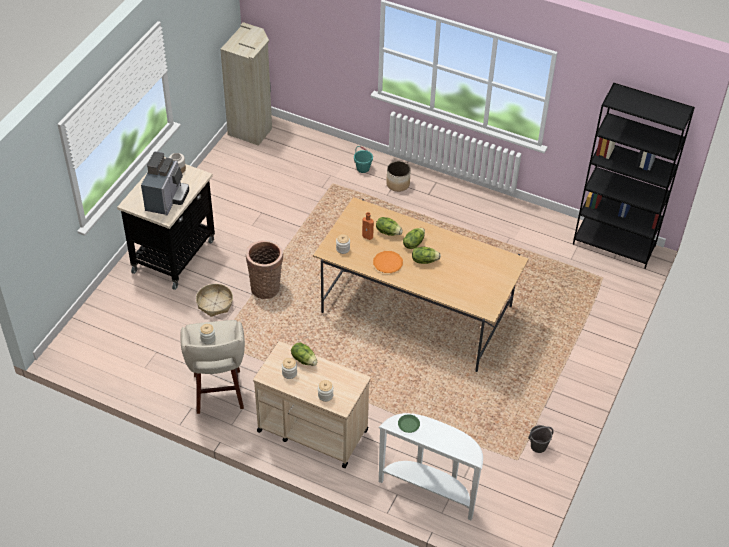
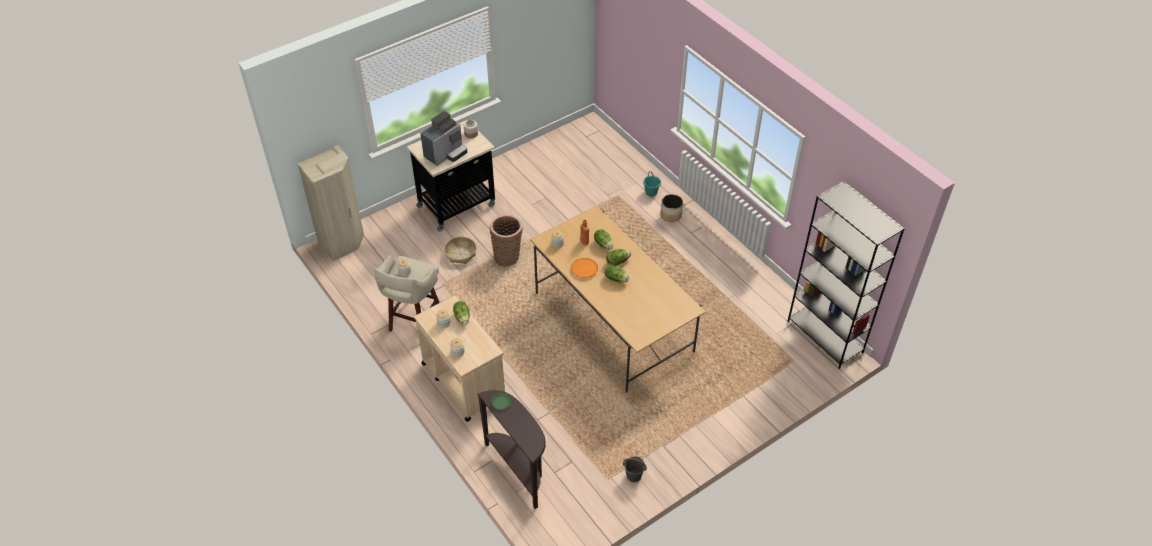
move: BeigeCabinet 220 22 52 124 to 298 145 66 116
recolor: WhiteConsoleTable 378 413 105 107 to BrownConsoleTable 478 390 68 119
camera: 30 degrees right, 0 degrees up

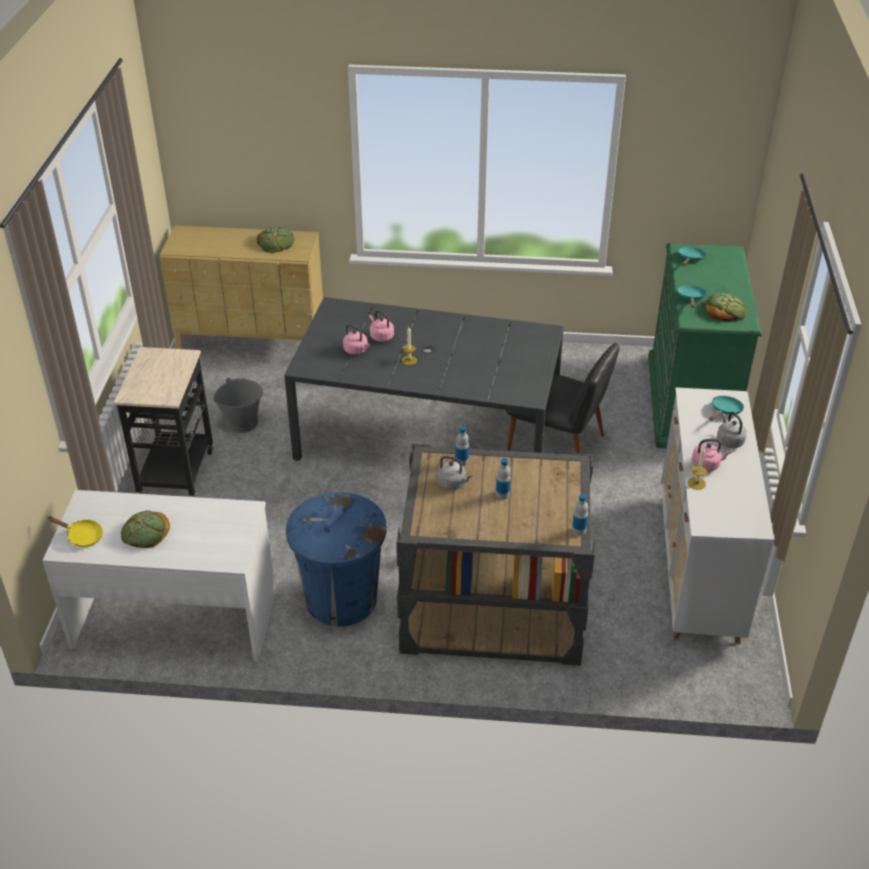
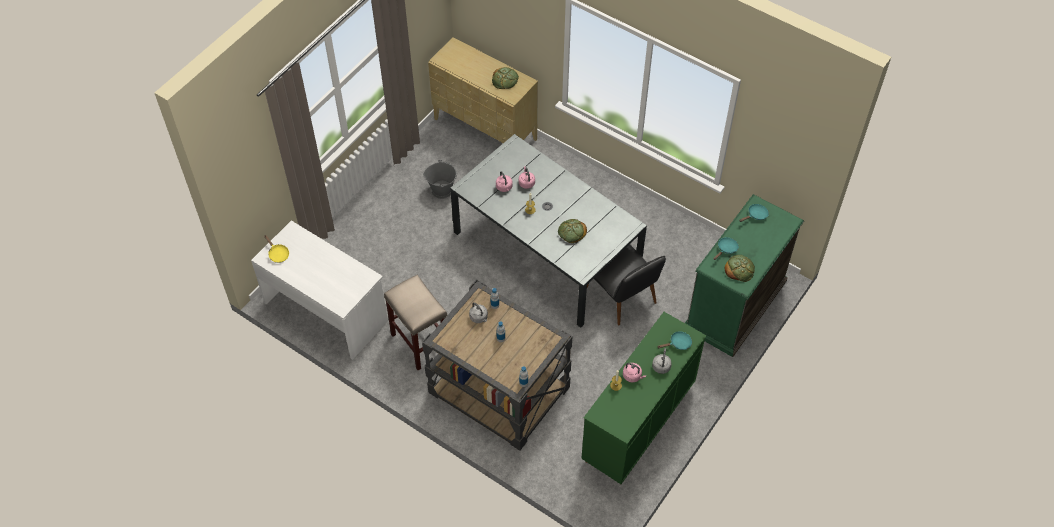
delete: Cart 114 347 99 150
move: Bread 121 511 49 37 to 558 219 29 24
replace: BlueTrashCan 286 492 101 135 to BeigeStool 384 275 63 95
recolor: WhiteCabinet 661 387 113 257 to GreenCabinet 581 312 125 173
camera: 30 degrees right, 15 degrees up

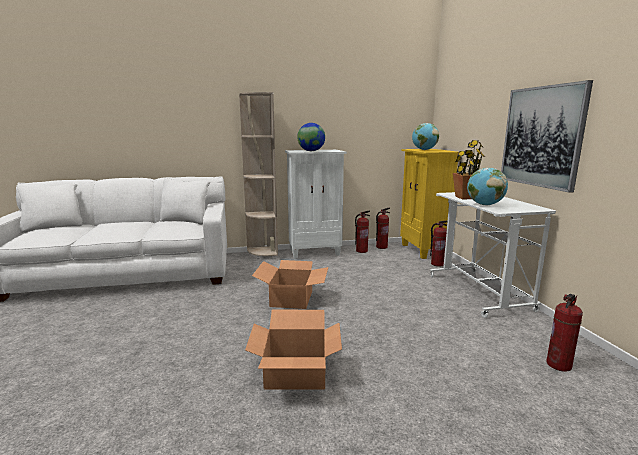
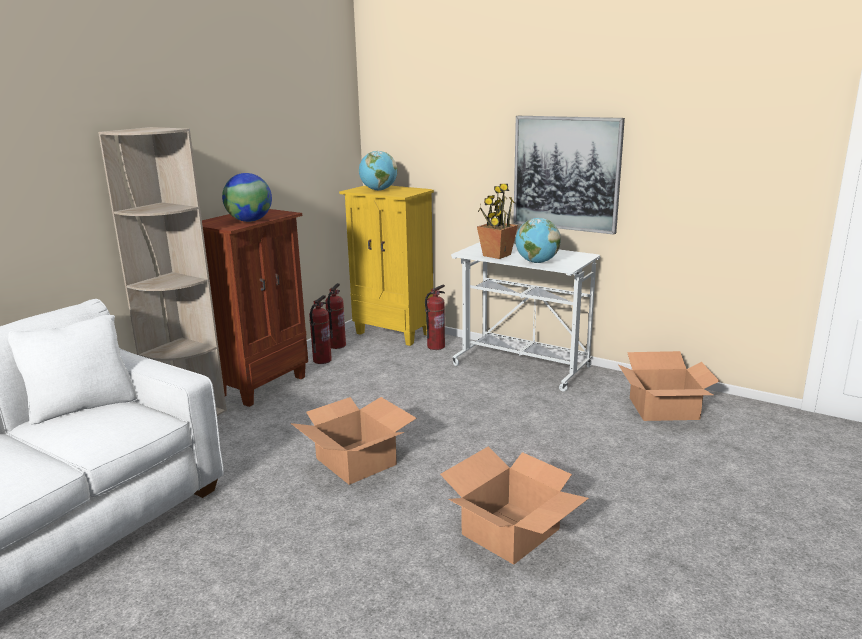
replace: FireExtinguisher 546 294 37 78 to CardboardBox 619 351 101 70
recolor: WhiteCabinet 285 150 62 109 to BrownCabinet 202 209 106 198
camera: 45 degrees left, 5 degrees up

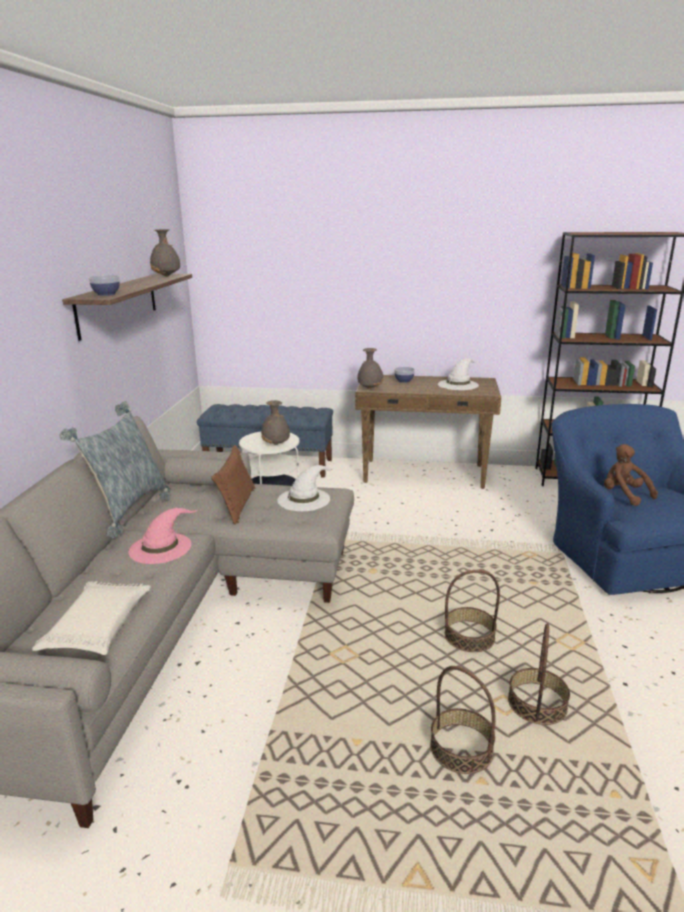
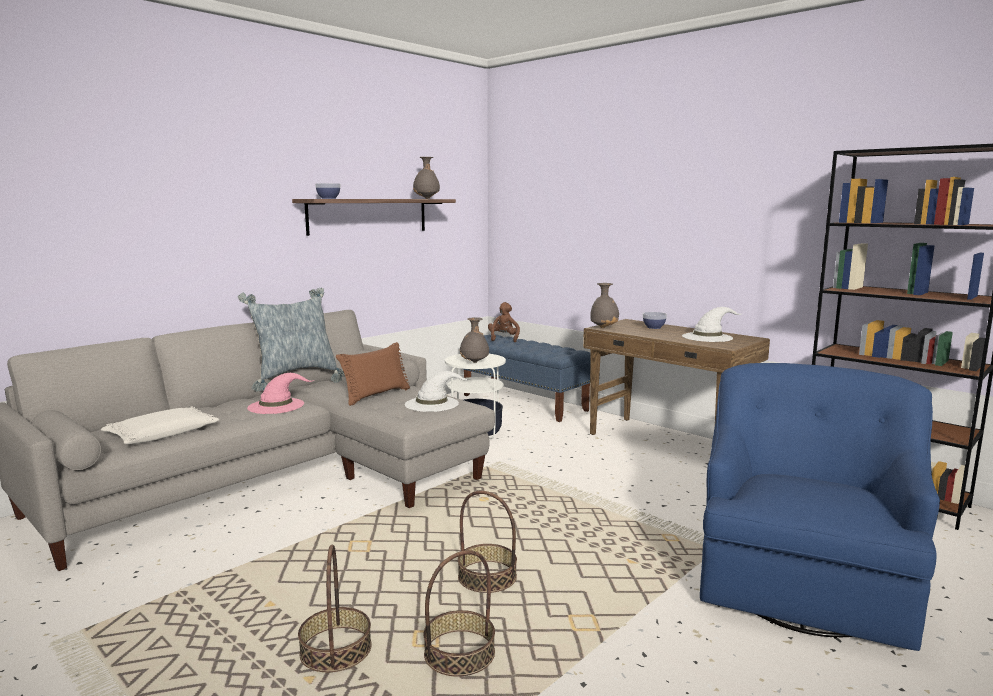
move: BrownPlushToy 604 444 54 62 to 488 302 32 40
camera: 35 degrees right, 10 degrees down

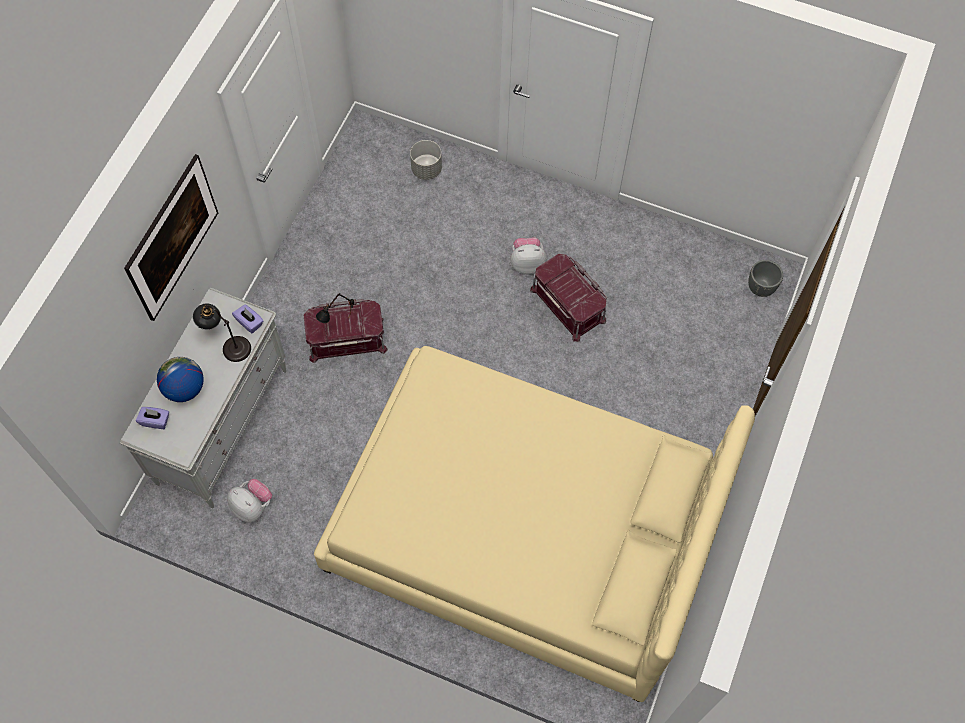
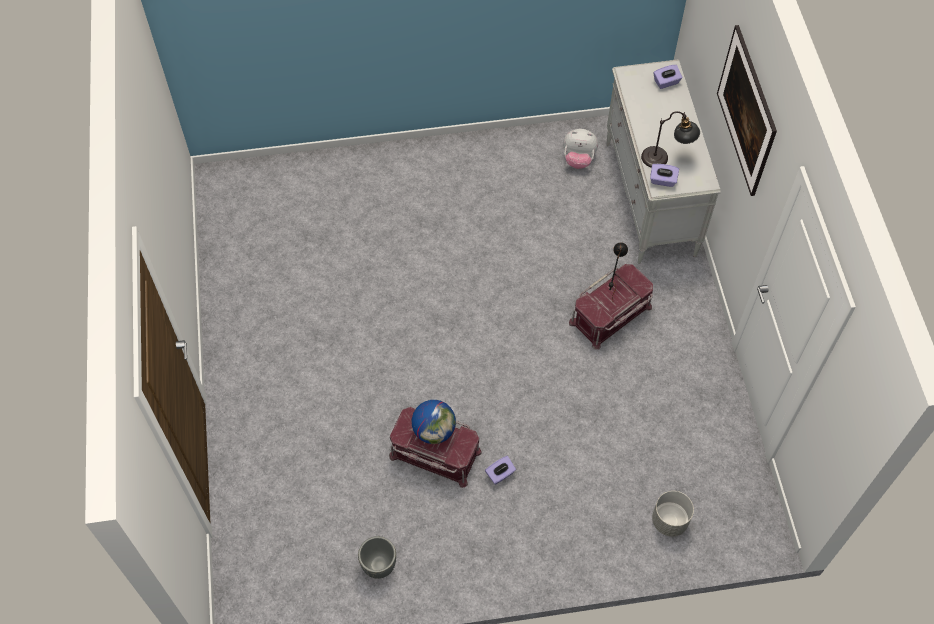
delete: BeigeBed 314 346 441 356
move: Globe 157 357 47 45 to 412 400 44 44; GreyPlanter 748 260 35 37 to 358 536 38 43
replace: PlushToy 510 237 37 38 to PurpleTissueBox 485 456 31 29
camera: 150 degrees right, 5 degrees down

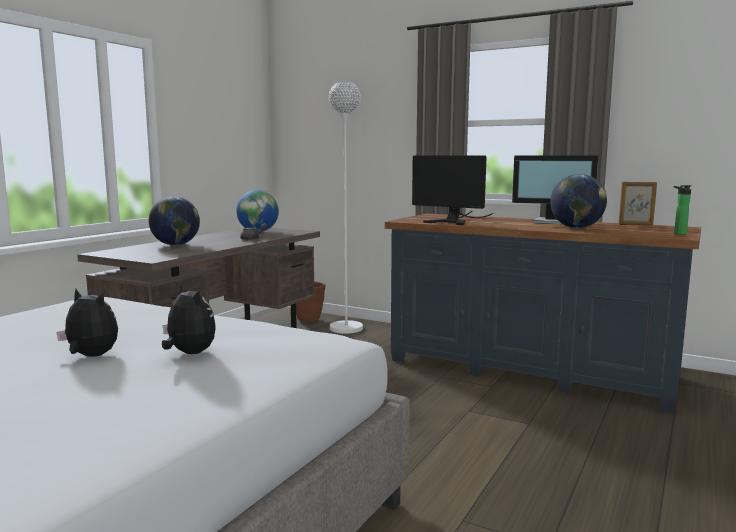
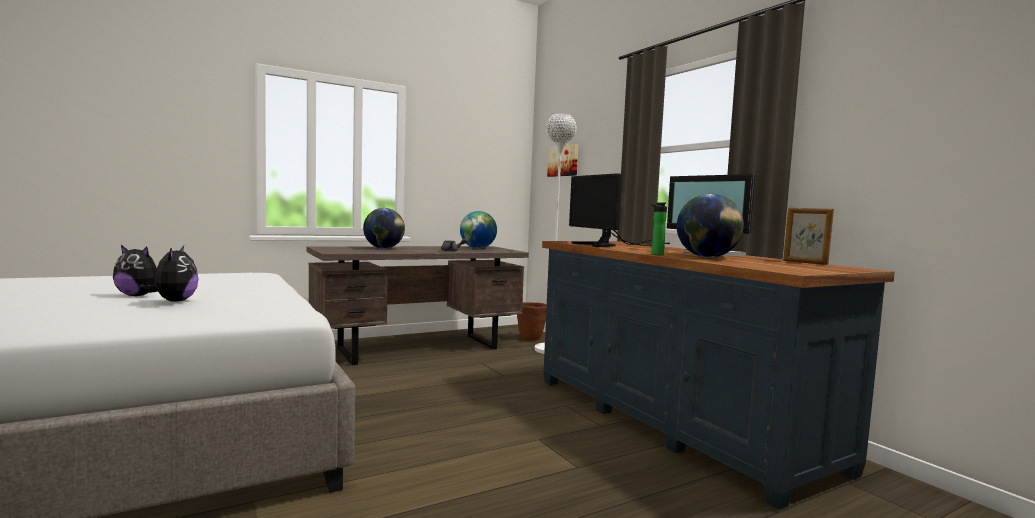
insert: Picture 547 144 31 33
move: Bottle 674 185 18 50 to 650 202 17 53
rotate: PlushToy 56 289 62 68 = 113 245 44 51 135 degrees clockwise
camera: 30 degrees right, 5 degrees down

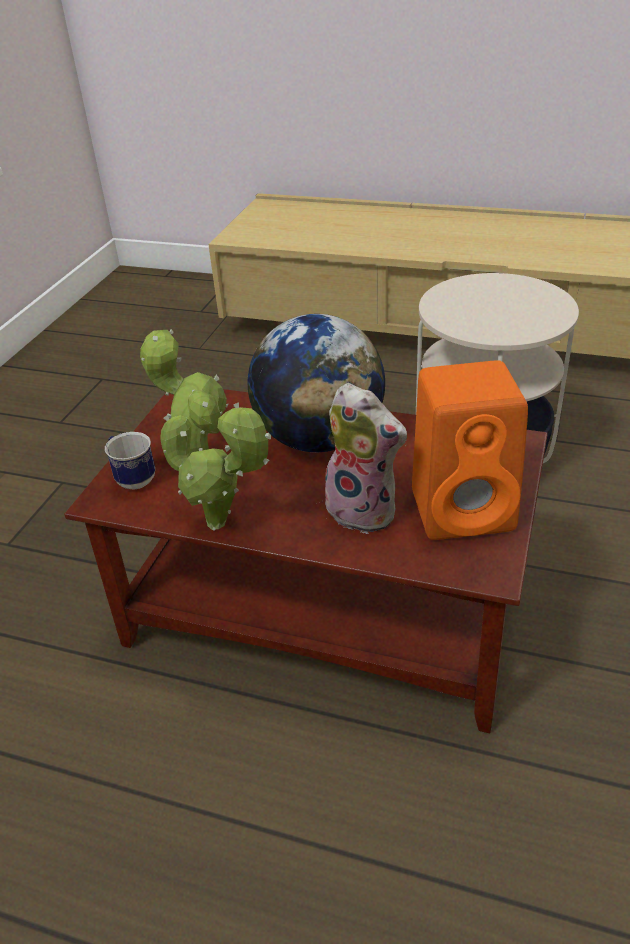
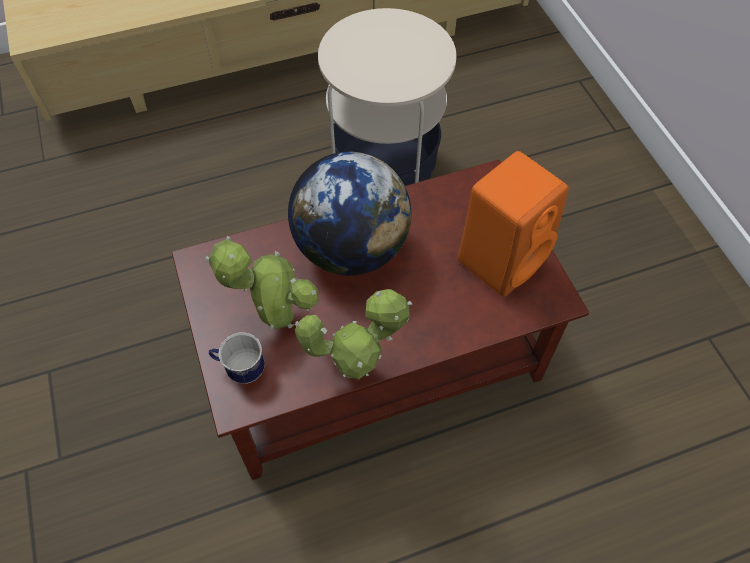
delete: PlushToy 325 383 82 151
camera: 40 degrees left, 20 degrees up

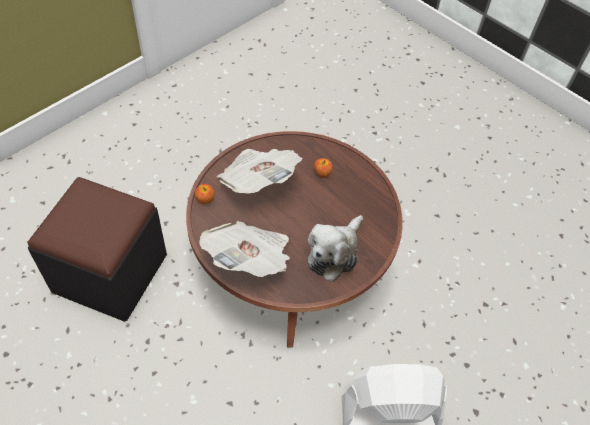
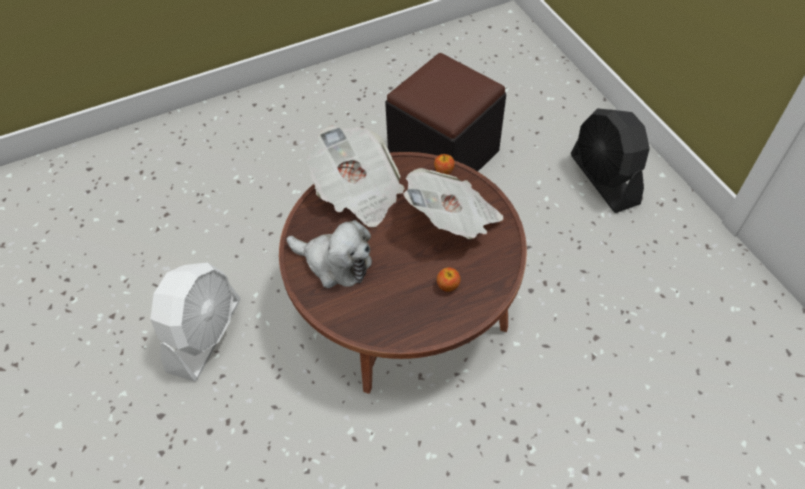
insert: BlackFan 571 108 79 105
rotate: PlushToy 308 215 55 67 = 286 220 86 68 150 degrees clockwise
camera: 115 degrees right, 0 degrees up

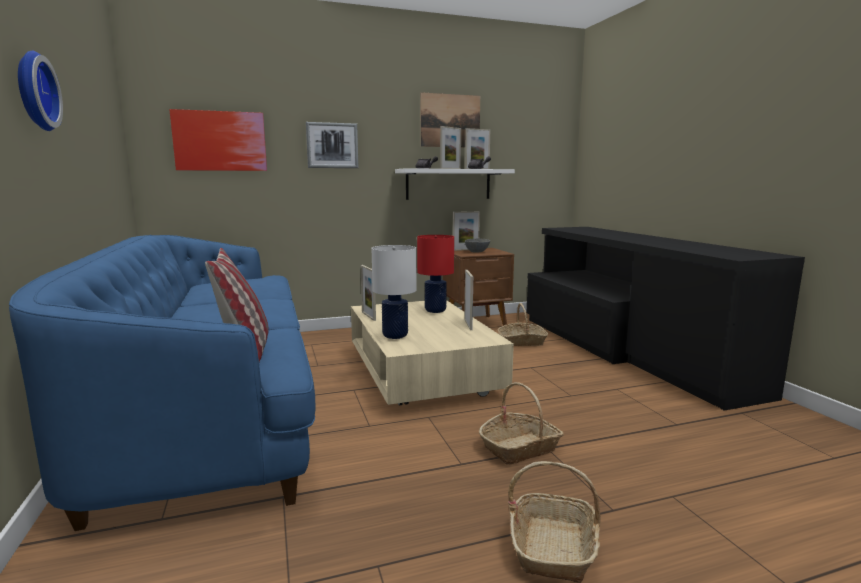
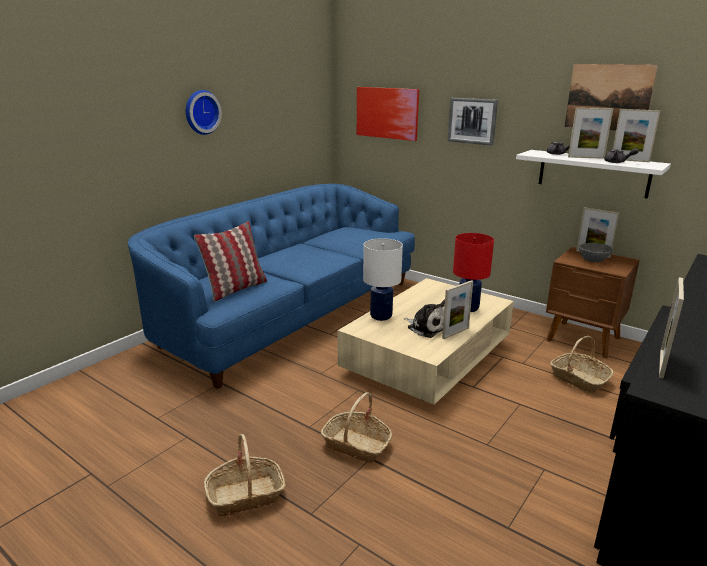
insert: PlushToy 404 300 41 38
move: PictureFrame 360 265 16 56 to 659 277 25 101
camera: 55 degrees right, 10 degrees up

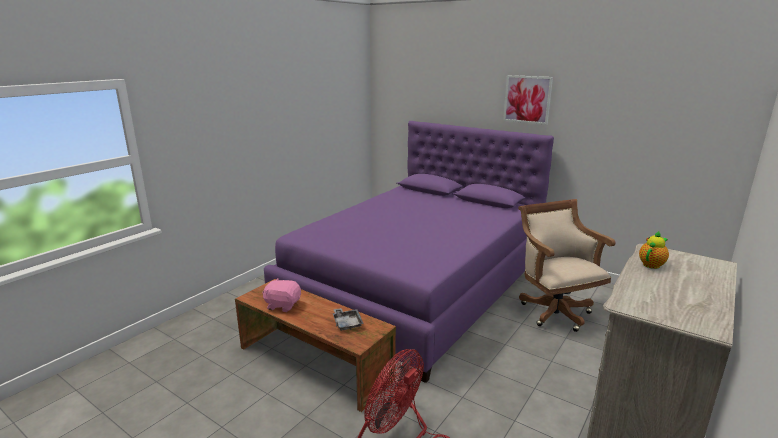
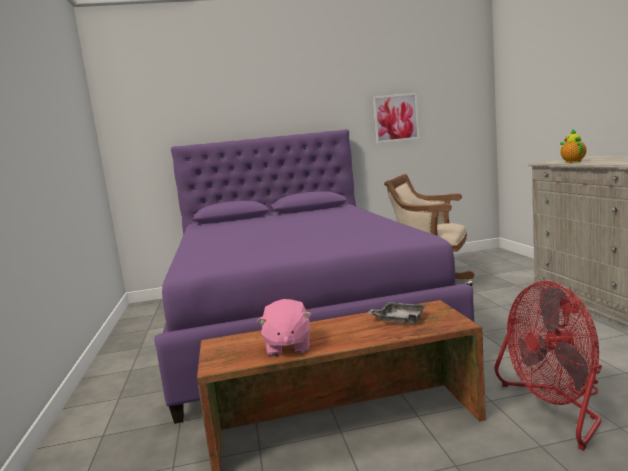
move: Picture 503 75 50 50 to 373 93 47 50
rotate: PinkPlushToy 262 278 39 34 = 257 299 55 58 60 degrees counterclockwise
camera: 45 degrees left, 10 degrees down

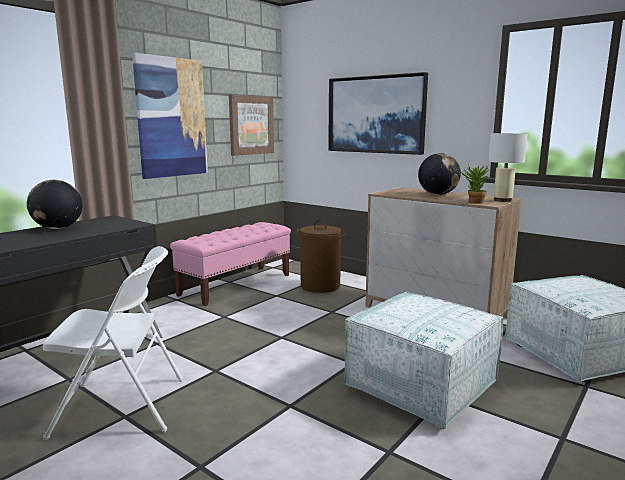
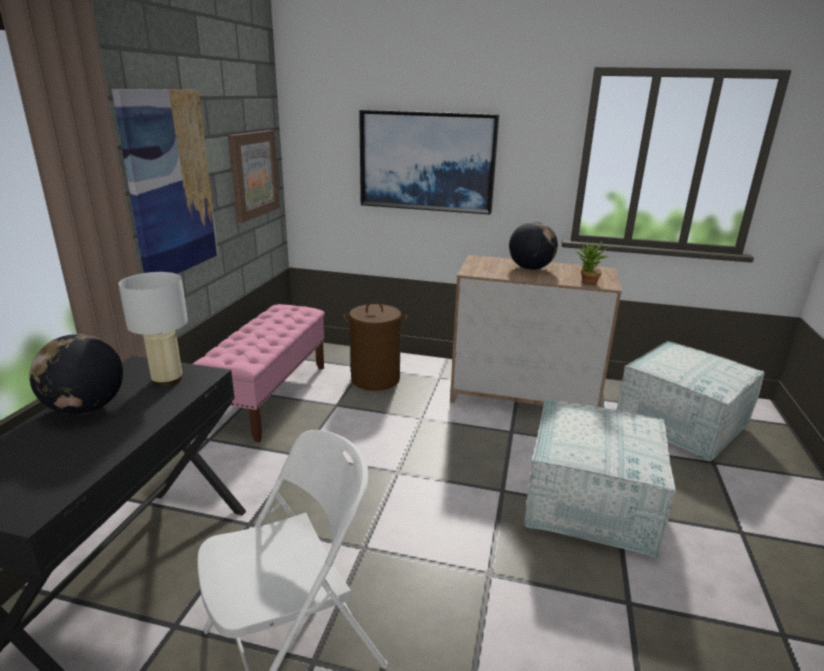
move: WhiteTableLamp 489 133 39 69 to 119 272 69 115
camera: 25 degrees left, 10 degrees up

